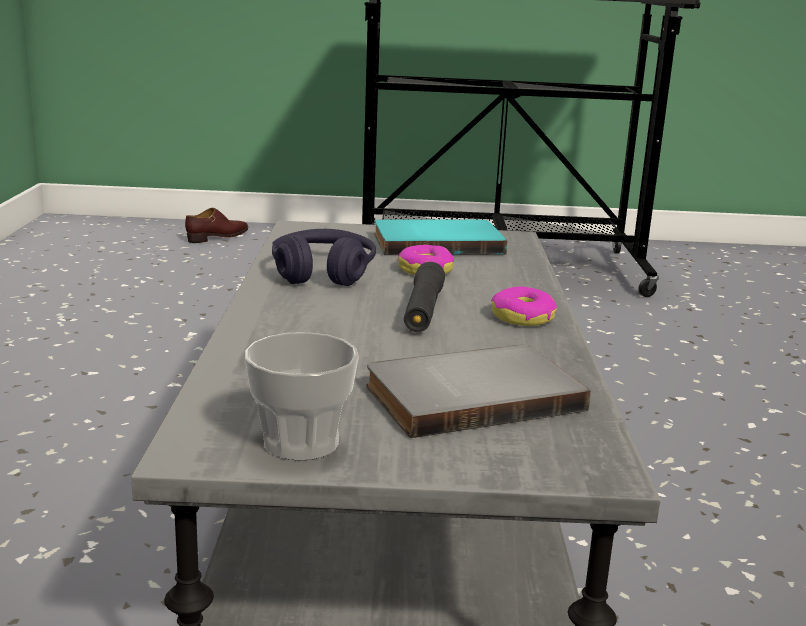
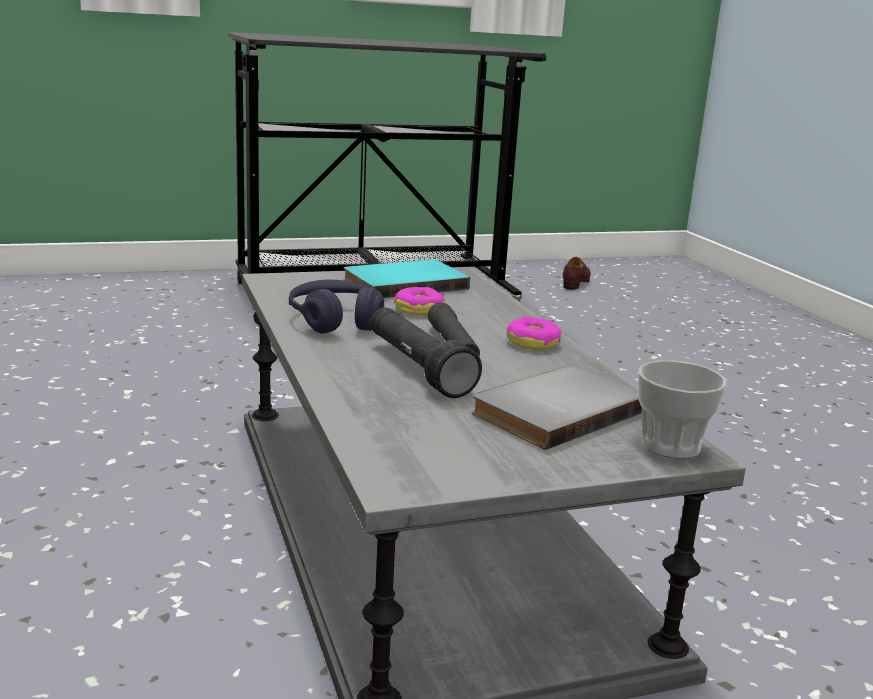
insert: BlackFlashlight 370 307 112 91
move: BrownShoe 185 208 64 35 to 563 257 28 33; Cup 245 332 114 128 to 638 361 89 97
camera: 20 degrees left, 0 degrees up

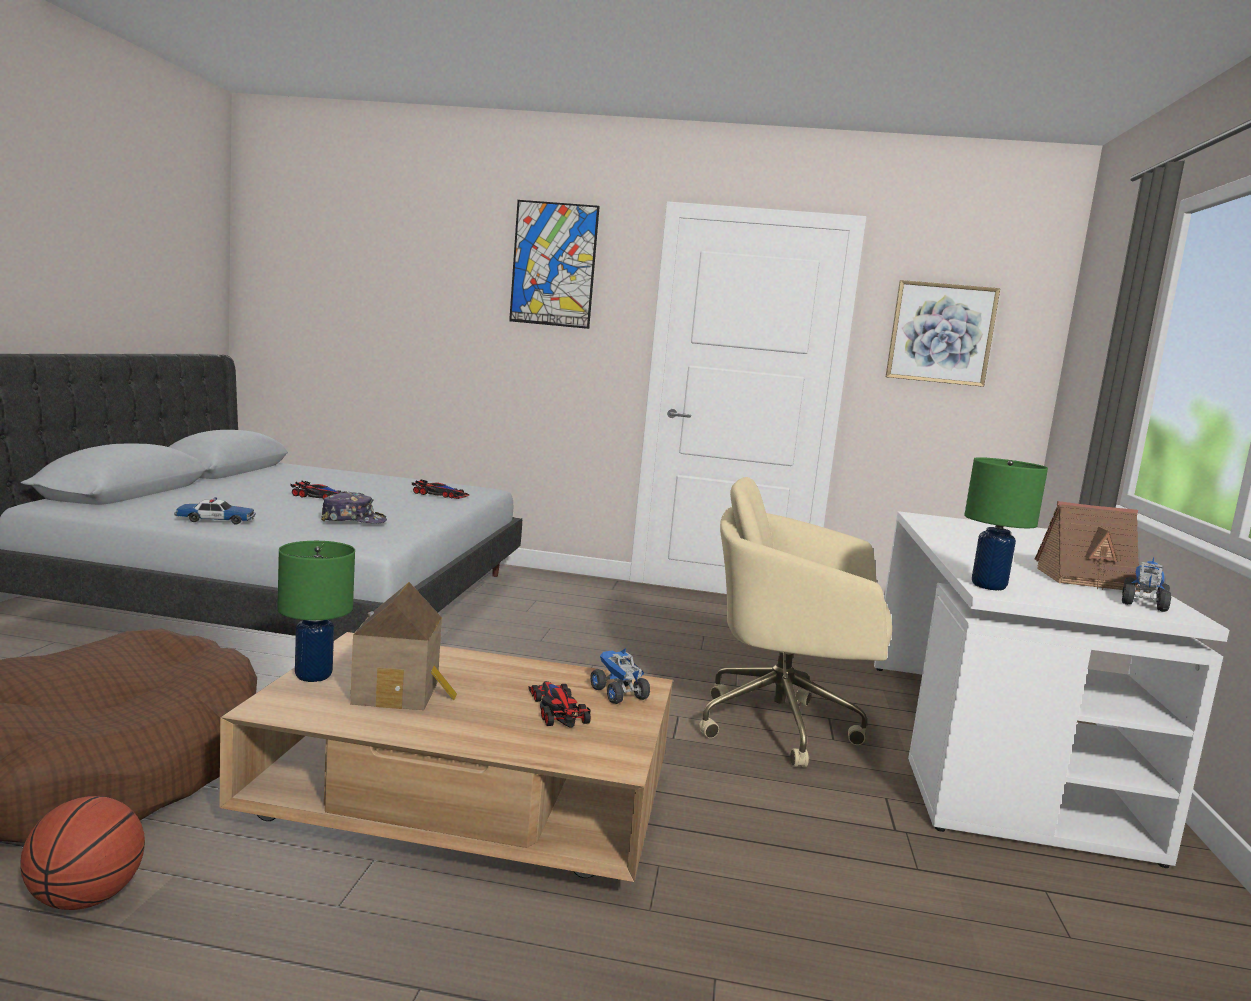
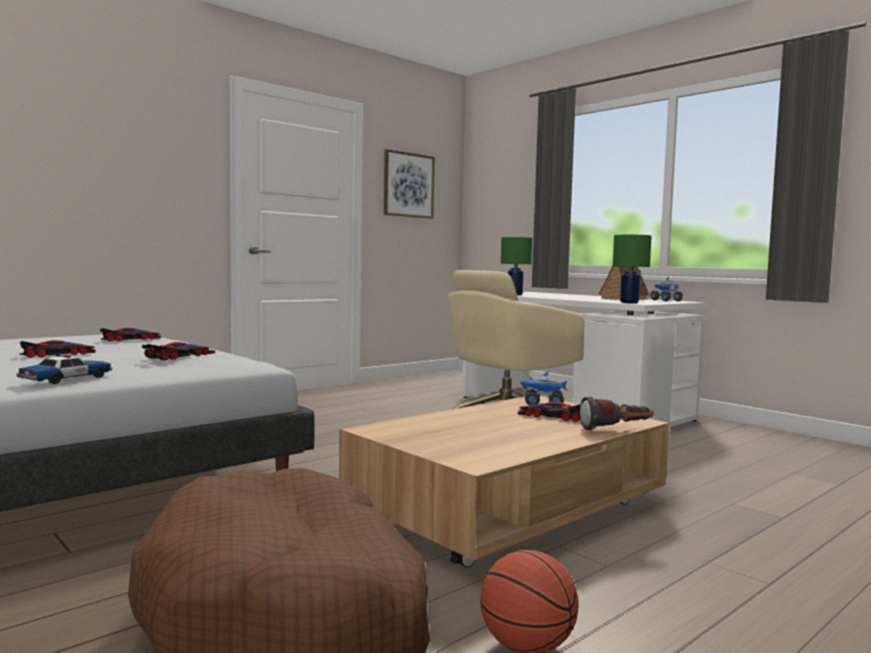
delete: ToyHouse 350 582 107 128; Picture 509 200 91 129
insert: Flashlight 580 396 74 34
move: GreenTableLamp 277 541 78 141 to 501 236 31 59
replace: Cap 321 492 66 31 to ToyCar 142 342 73 18
camera: 50 degrees left, 5 degrees down

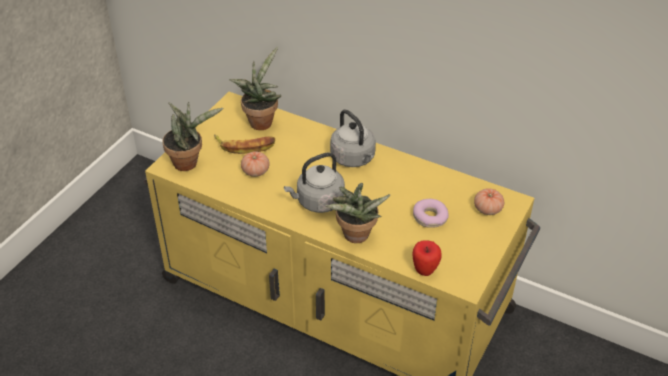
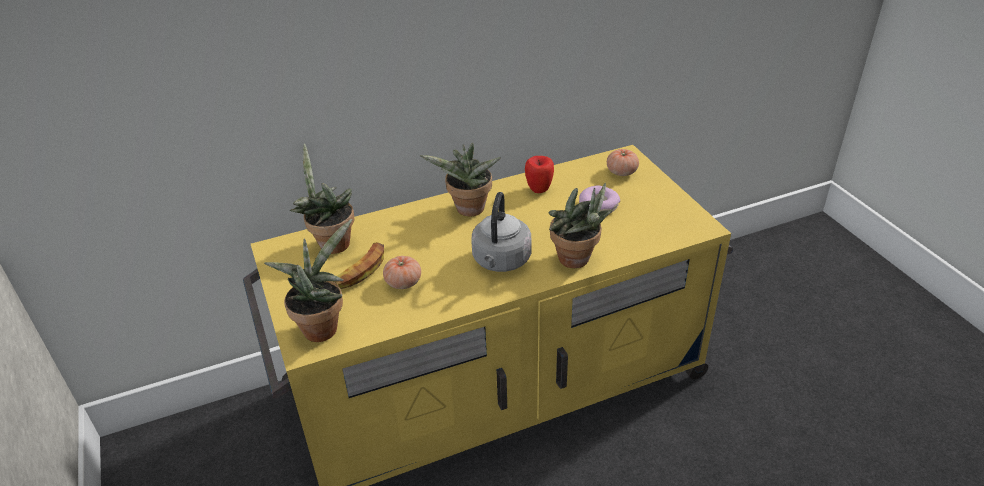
move: Apple 412 241 30 35 to 525 156 29 37
replace: GreyKettle 330 110 46 57 to PottedPlant 419 143 82 73
camera: 50 degrees left, 5 degrees down

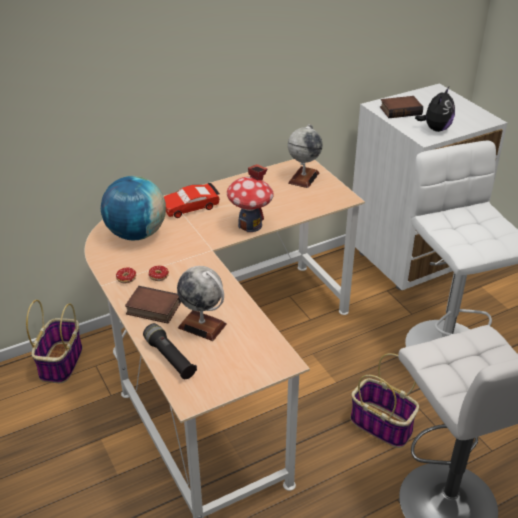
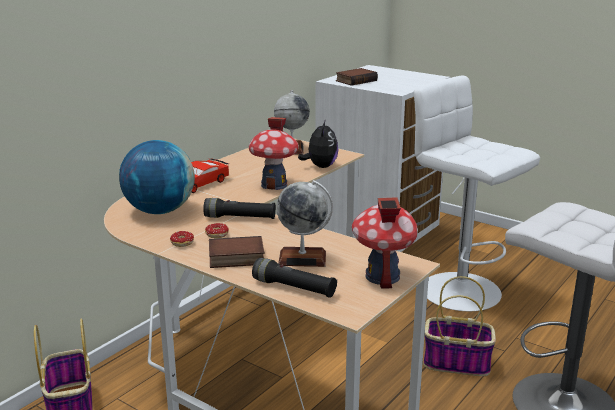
insert: BlackFlashlight 203 198 73 21; ToyHouse 352 197 66 92
move: PlushToy 415 87 40 45 to 298 119 40 49
camera: 25 degrees left, 15 degrees down

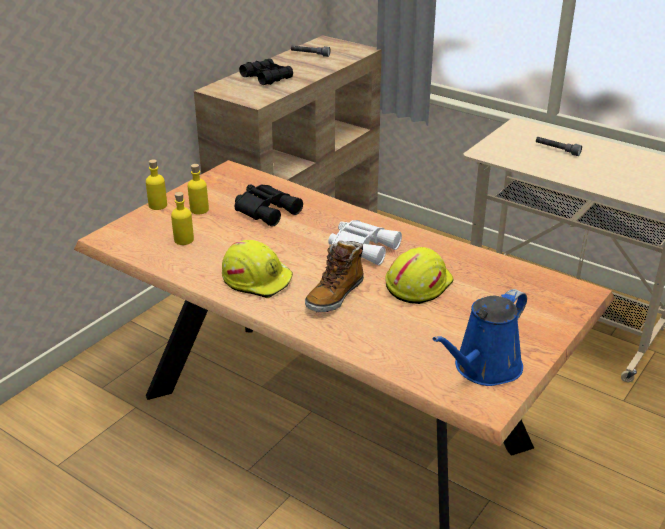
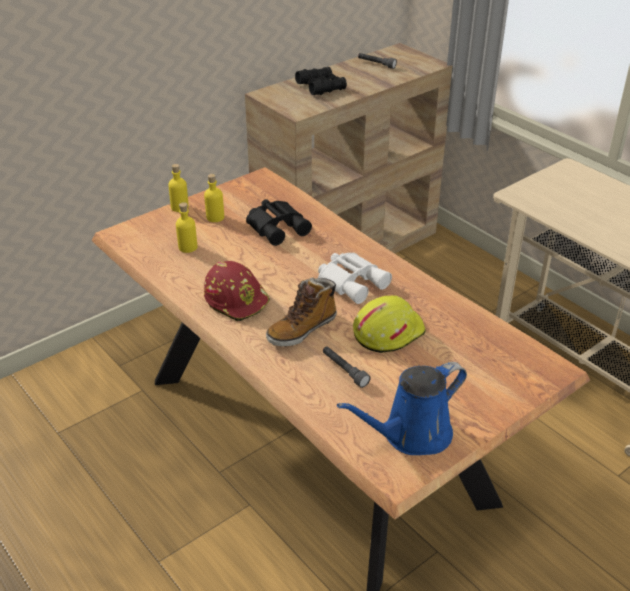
move: GreyFlashlight 536 137 46 19 to 323 346 47 42
recolor: YellowHardHat 222 240 71 58 to RedHardHat 204 261 66 61
camera: 15 degrees right, 5 degrees up

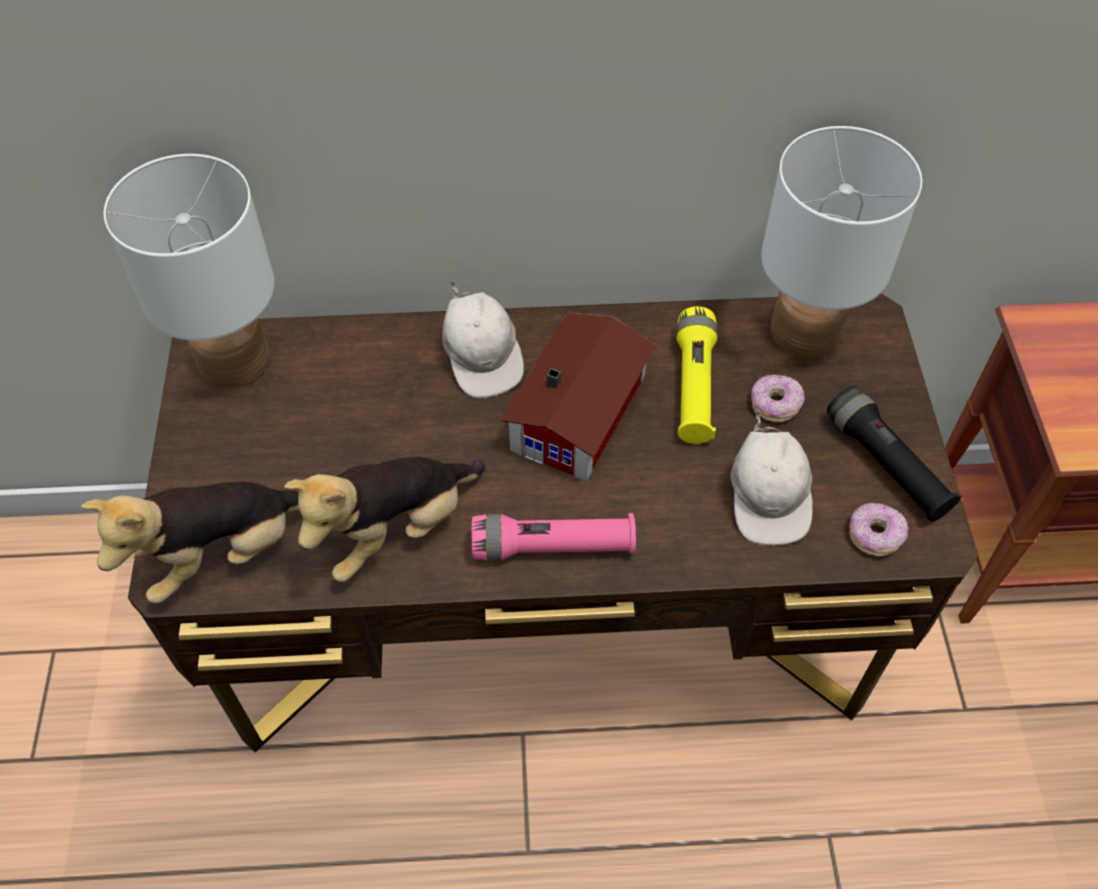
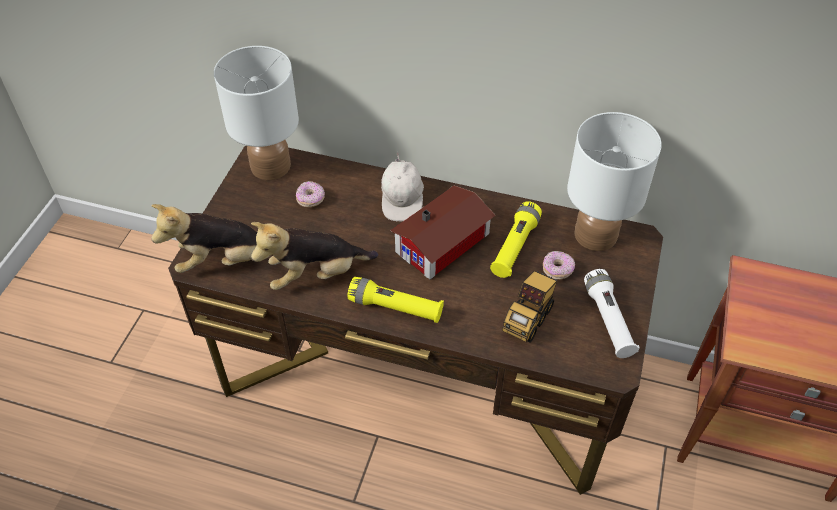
move: Donut 849 503 60 53 to 296 181 29 26
replace: WhiteCap 731 410 82 136 to ToyTruck 502 271 55 72
recolor: PinkFlashlight 472 513 164 47 to YellowFlashlight 348 277 96 46; BlackFlashlight 827 386 135 136 to WhiteFlashlight 584 269 56 89
camera: 20 degrees right, 5 degrees down

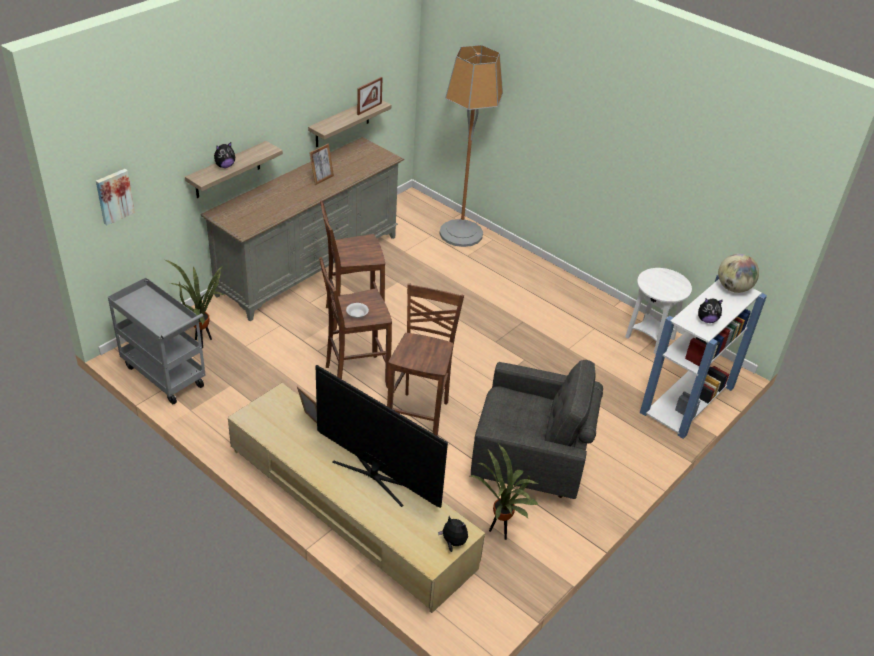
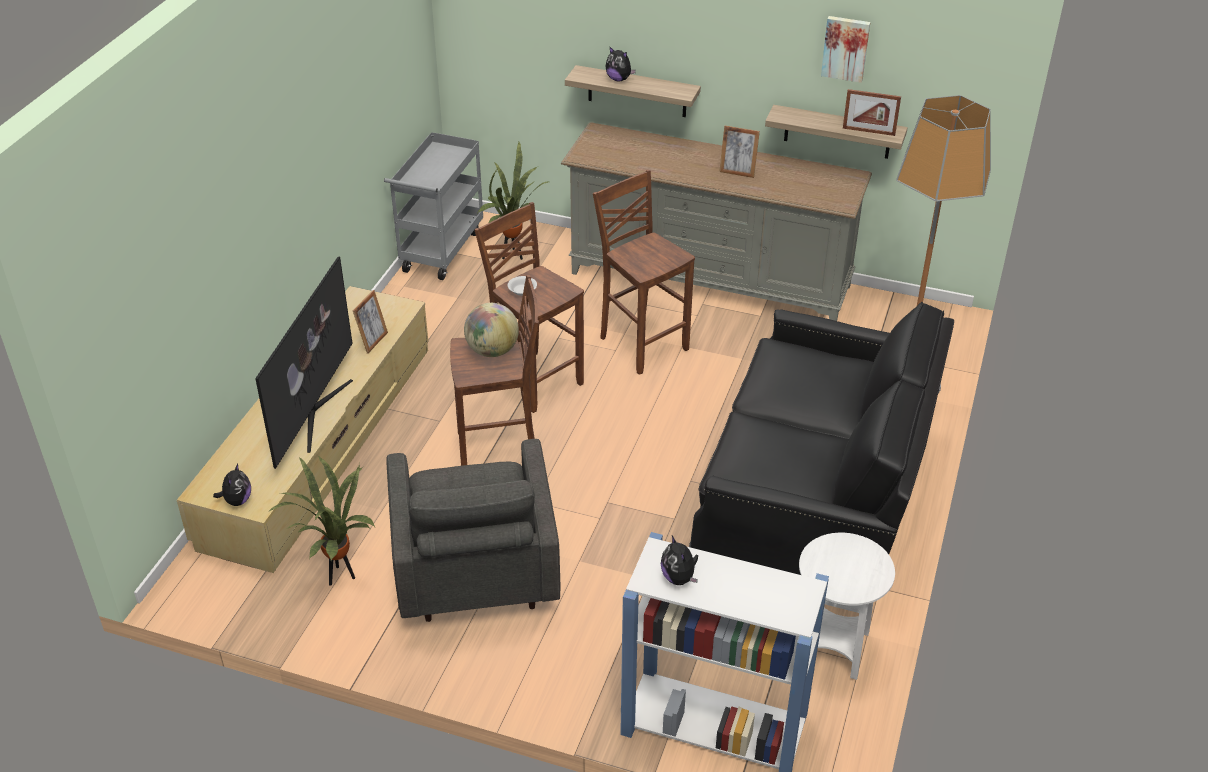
insert: BlackSofa 689 302 265 273
move: Picture 96 169 39 56 to 821 16 49 67; Globe 718 254 41 39 to 464 303 55 54
camera: 70 degrees right, 0 degrees up

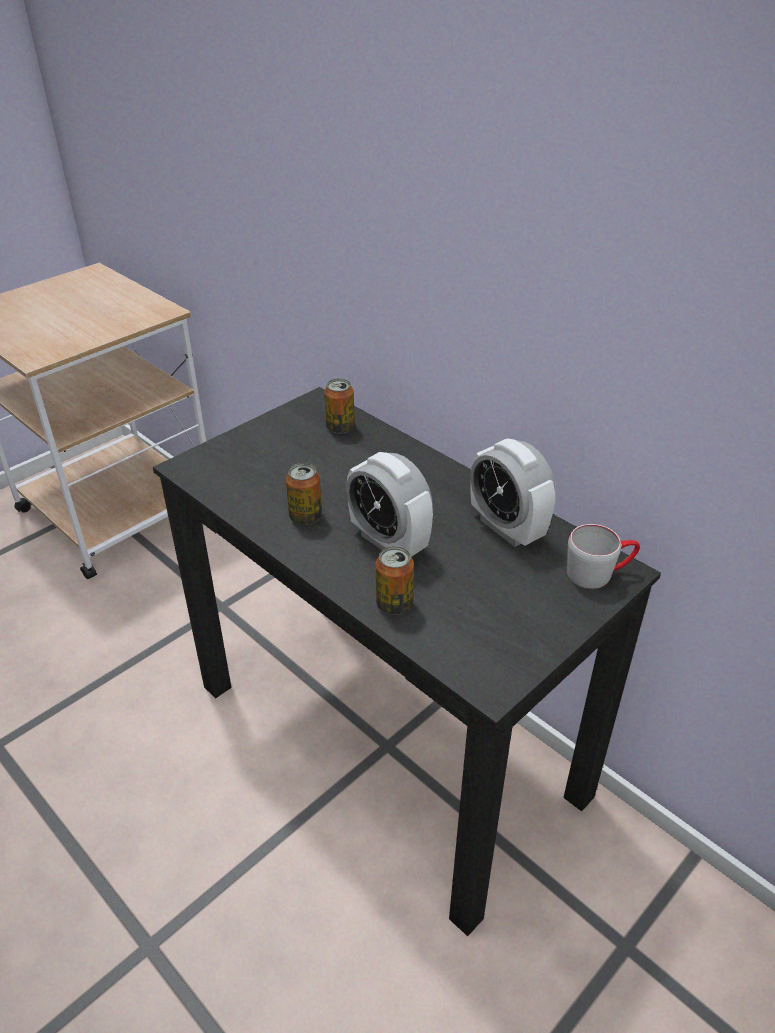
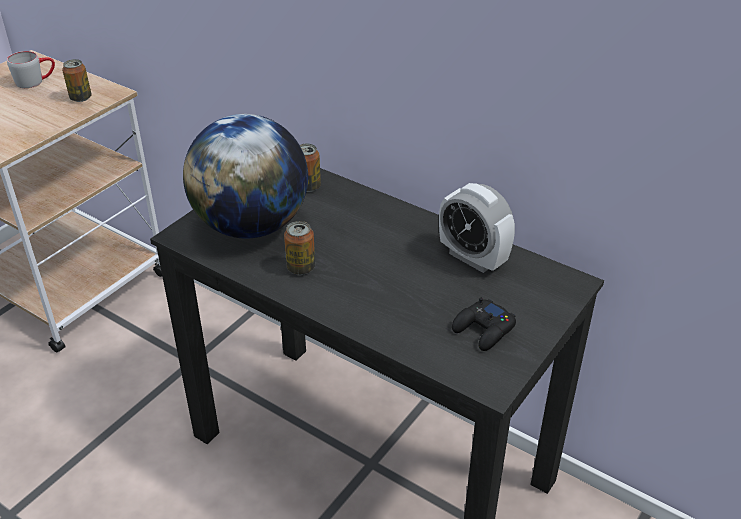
delete: AlarmClock 346 452 87 105
insert: Globe 183 114 125 125; BlackGameController 452 298 64 53
move: Can 375 546 39 69 to 62 59 30 43; GreyMug 567 524 73 65 to 7 51 48 37
camera: 10 degrees left, 0 degrees up

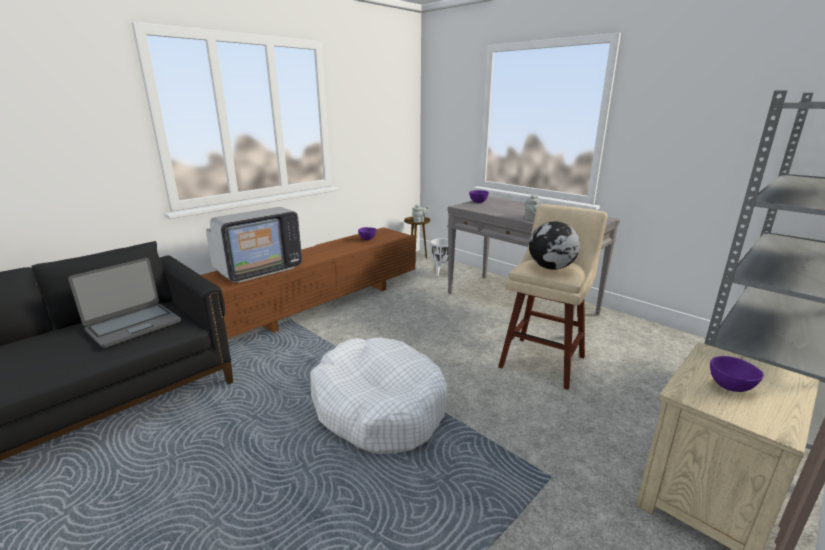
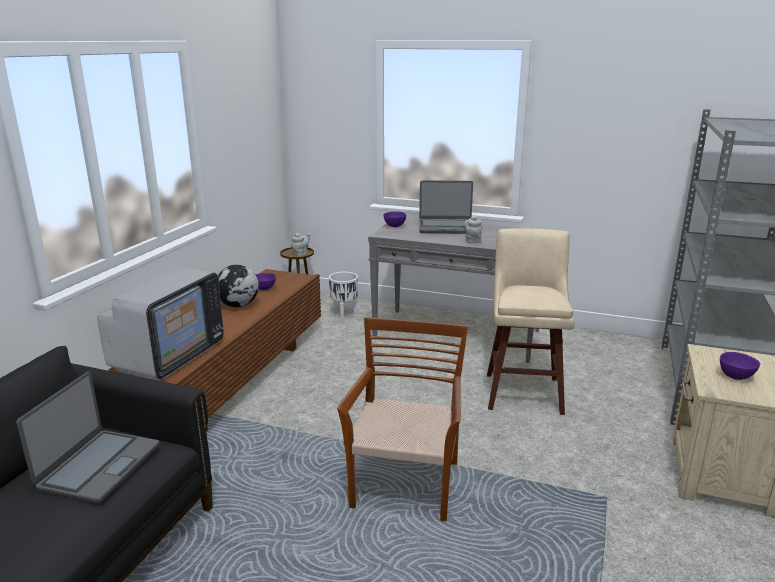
insert: Laptop 419 180 54 54
move: Globe 529 221 51 49 to 217 265 42 42
replace: WhiteDogBed 310 337 138 117 to BrownArmchair 337 317 131 204
camera: 25 degrees left, 0 degrees up

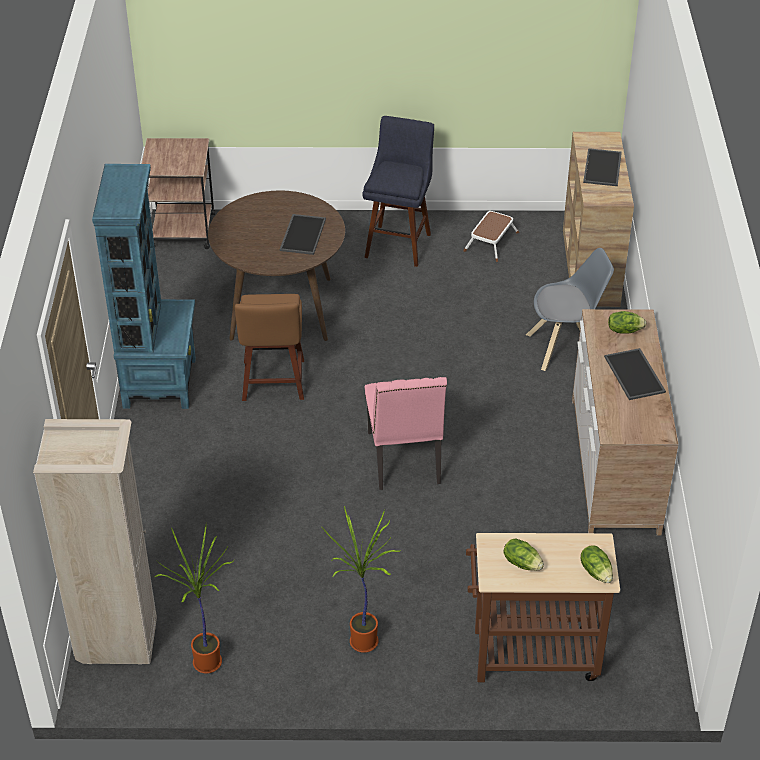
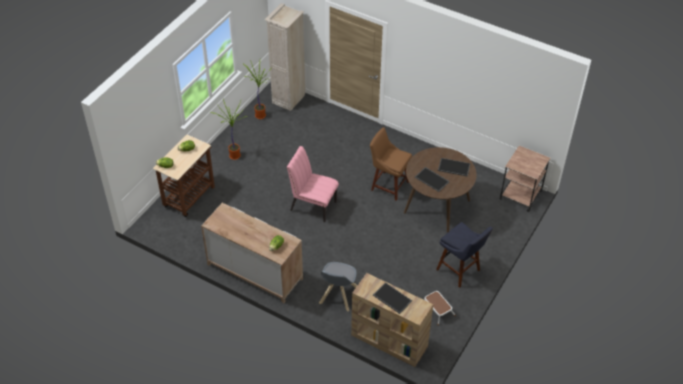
delete: BlueCabinet 92 164 104 245
move: Tray 604 348 62 52 to 438 158 32 19
camera: 120 degrees right, 5 degrees up

